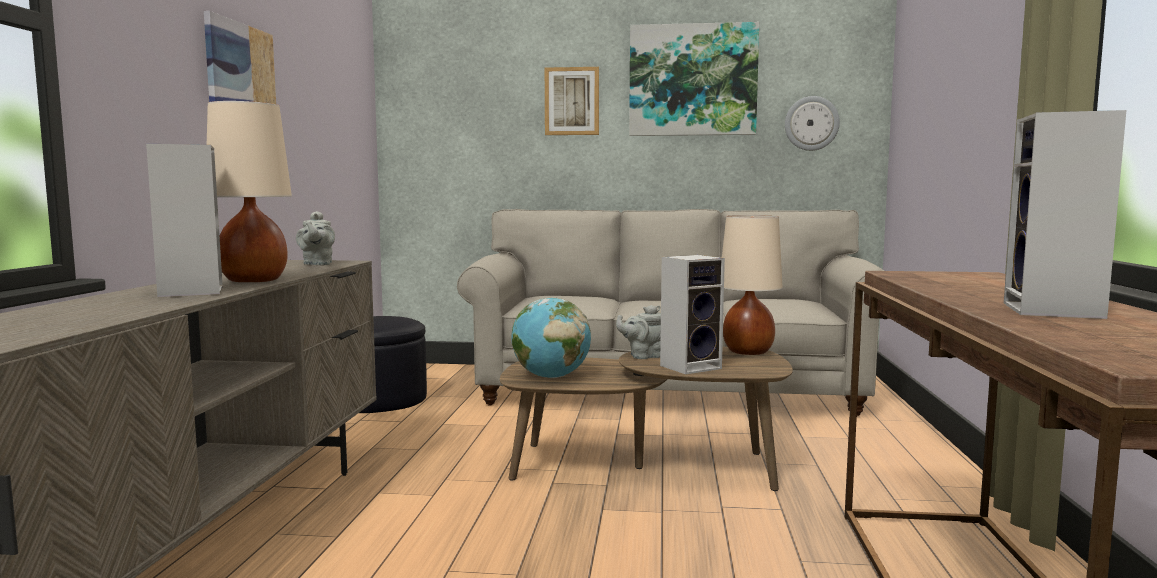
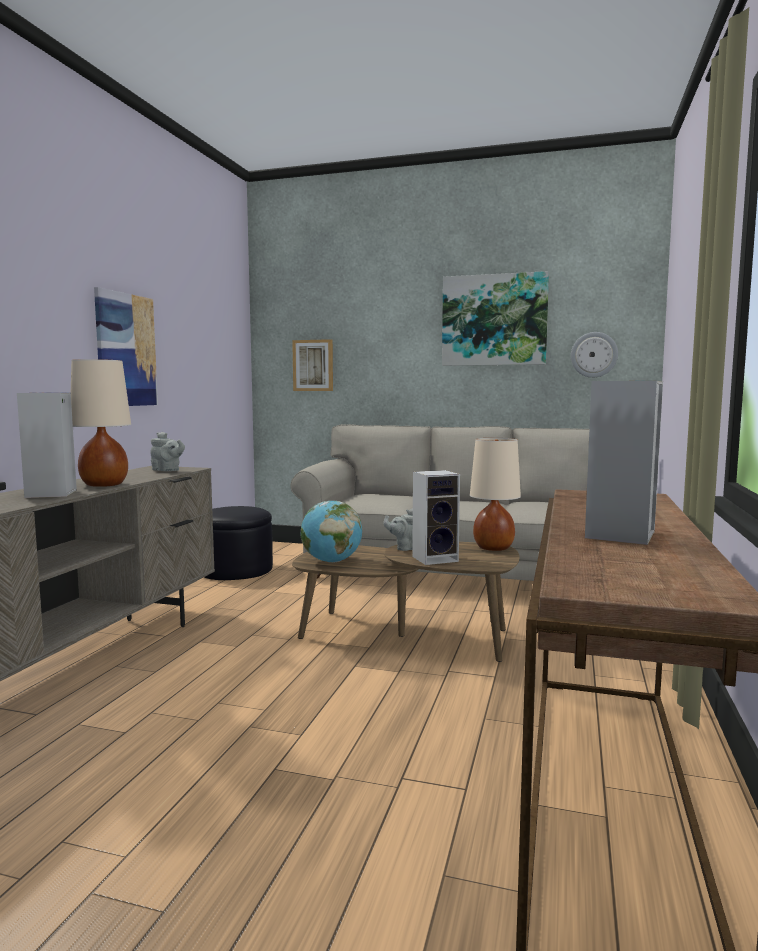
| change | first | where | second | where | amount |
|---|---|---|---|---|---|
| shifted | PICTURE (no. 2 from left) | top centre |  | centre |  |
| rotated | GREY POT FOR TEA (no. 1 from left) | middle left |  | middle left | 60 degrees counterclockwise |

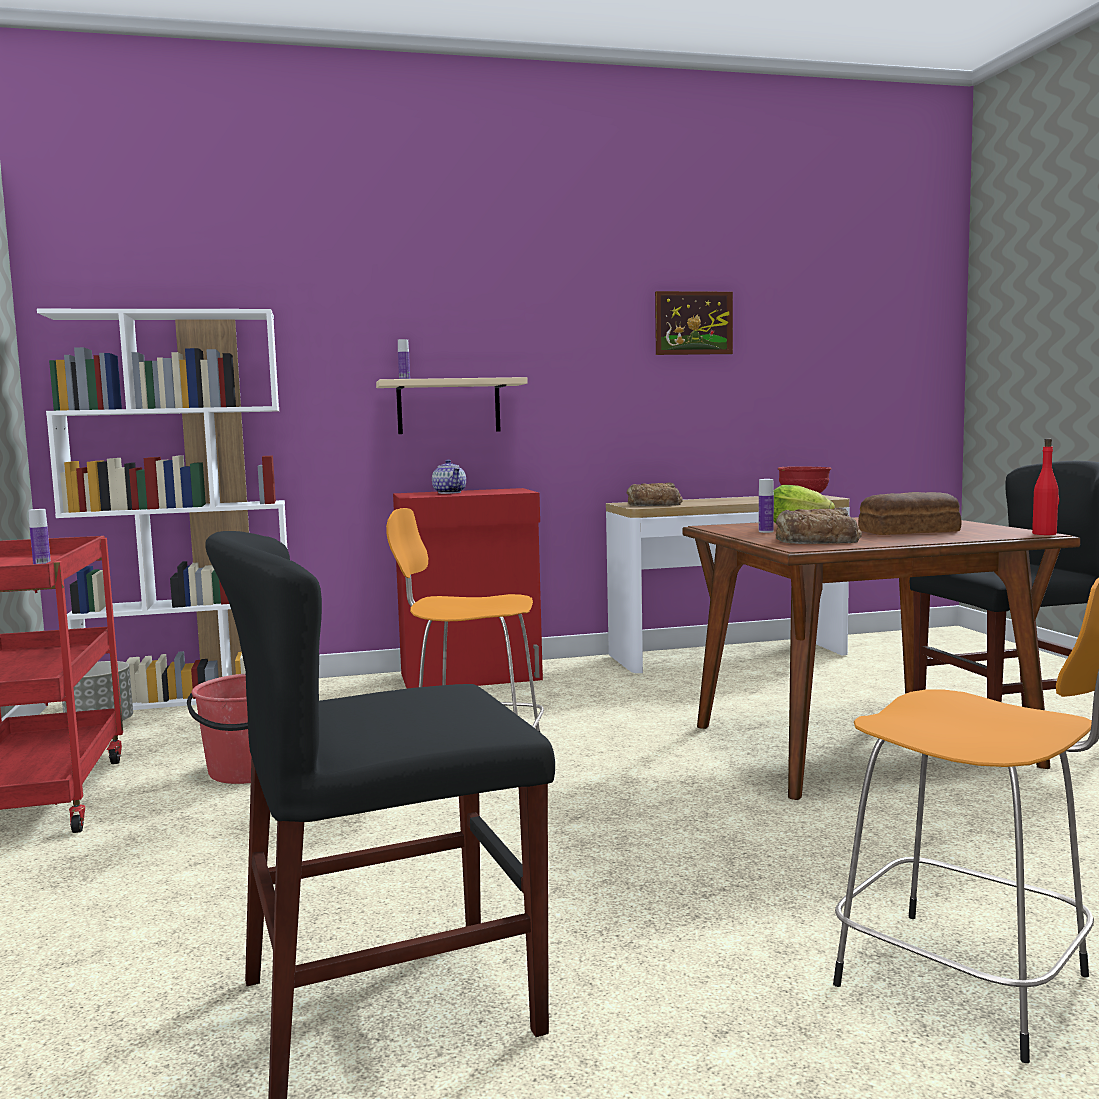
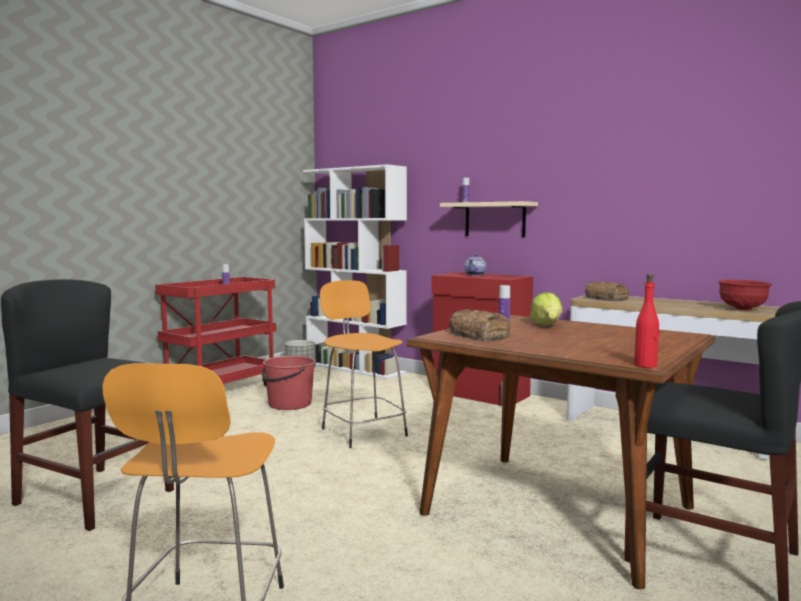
| change | first | where | second | where | amount |
|---|---|---|---|---|---|
| gone | PICTURE | top centre |  |  |  |
| gone | BAKED BREAD (no. 3 from left) | middle right |  |  |  |

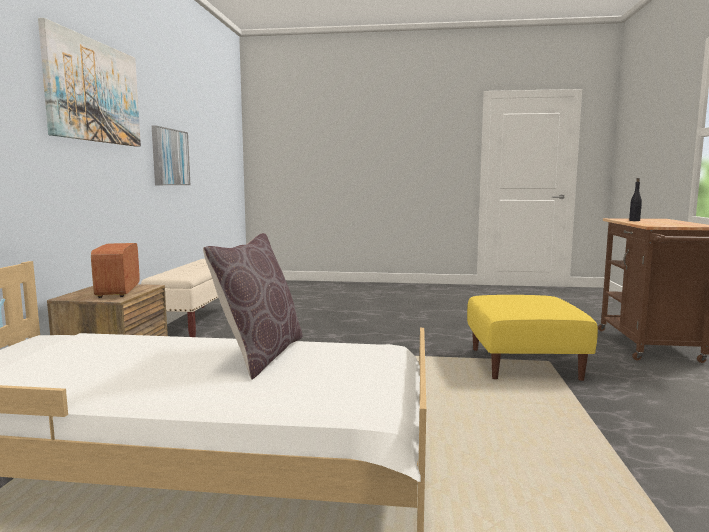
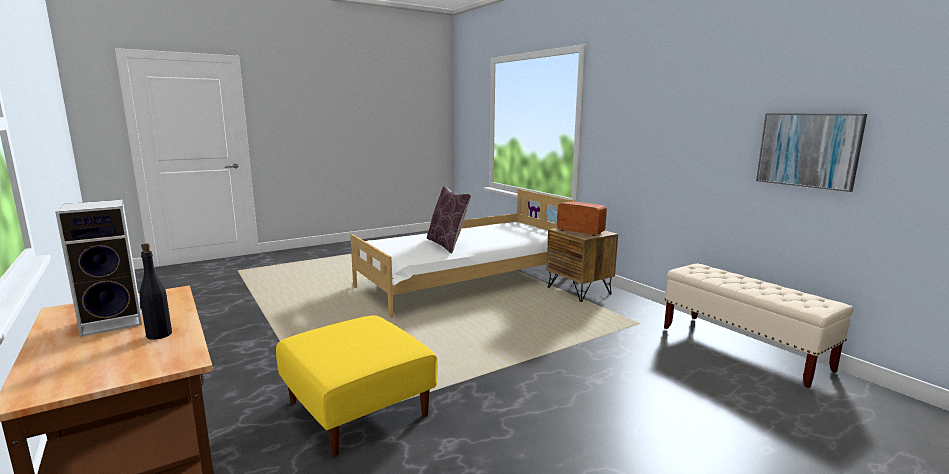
| change | first | where | second | where | amount |
|---|---|---|---|---|---|
| gone | PICTURE (no. 1 from left) | top left |  |  |  |
| new |  |  | AUDIO SPEAKER | middle left |  |

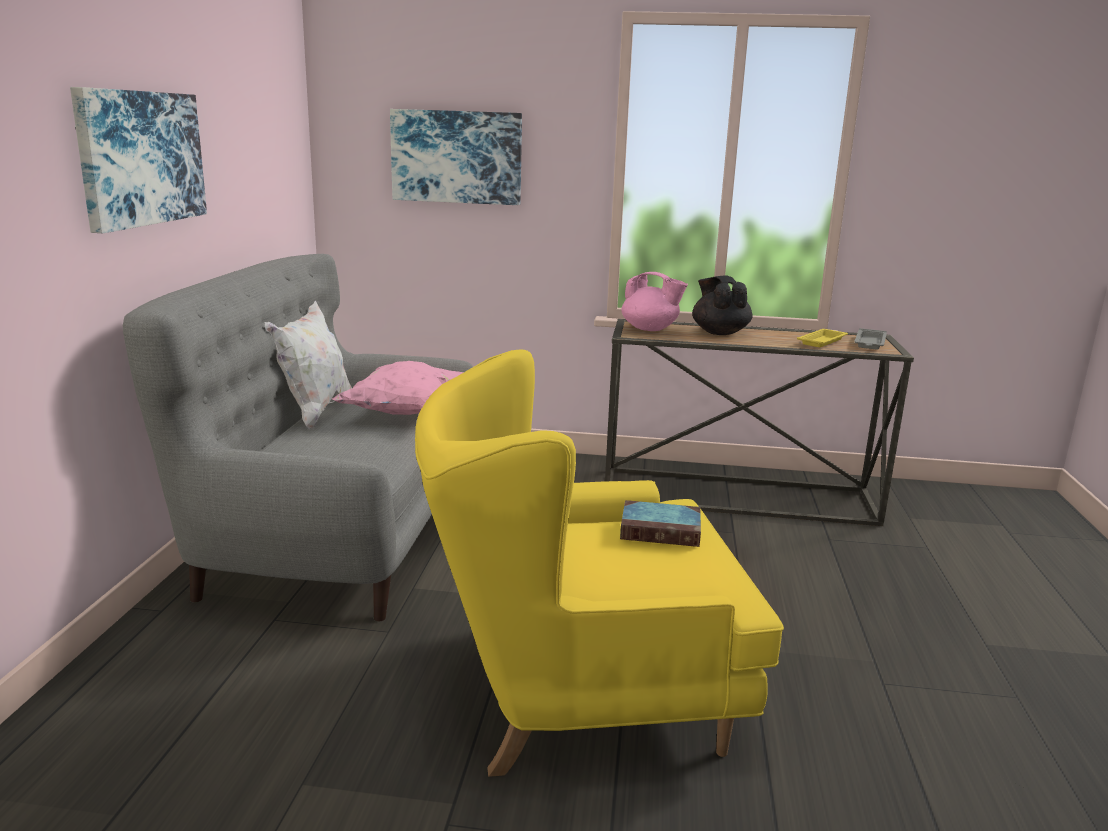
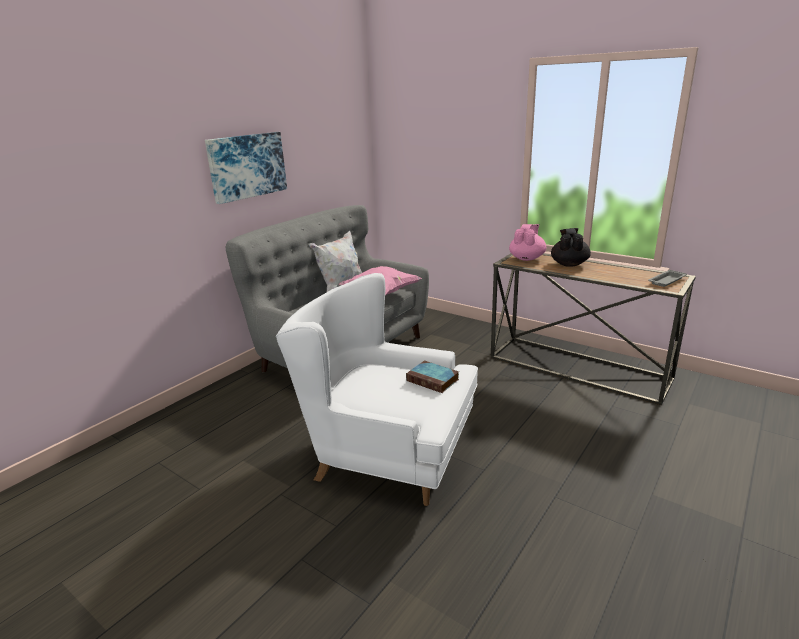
| change | first | where | second | where | amount |
|---|---|---|---|---|---|
| gone | PICTURE (no. 2 from left) | top centre |  |  |  |
| rotated | PINKISH POT FOR TEA | centre |  | centre | 120 degrees counterclockwise |
| gone | YELLOW SERVING TRAY | middle right |  |  |  |
| repainted | YELLOW LOUNGE CHAIR | bottom centre | WHITE LOUNGE CHAIR | centre |  |

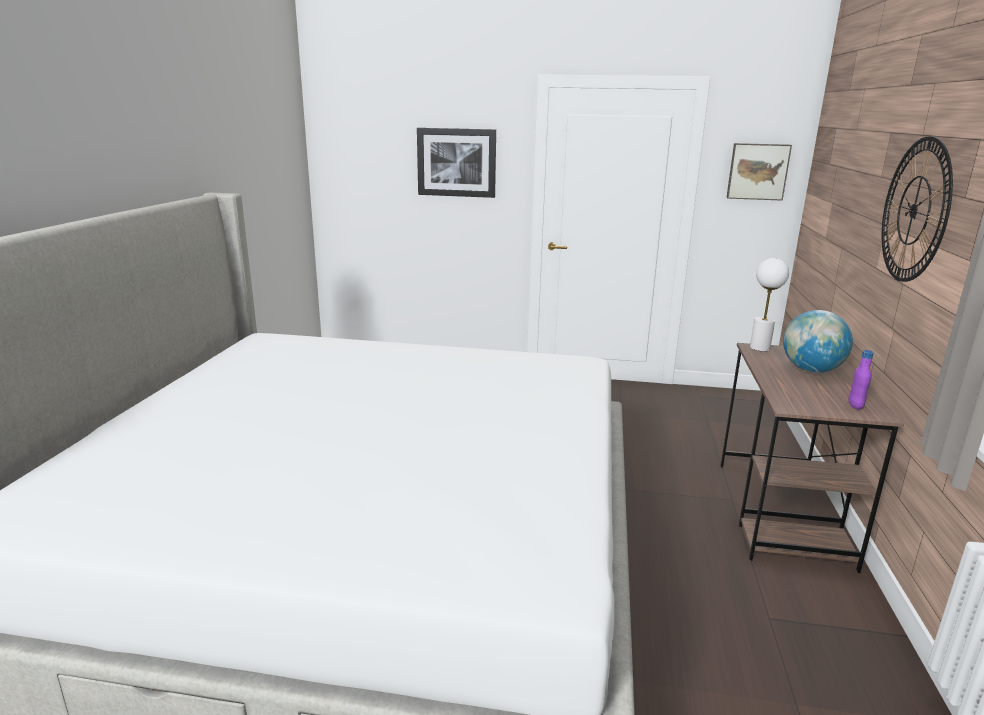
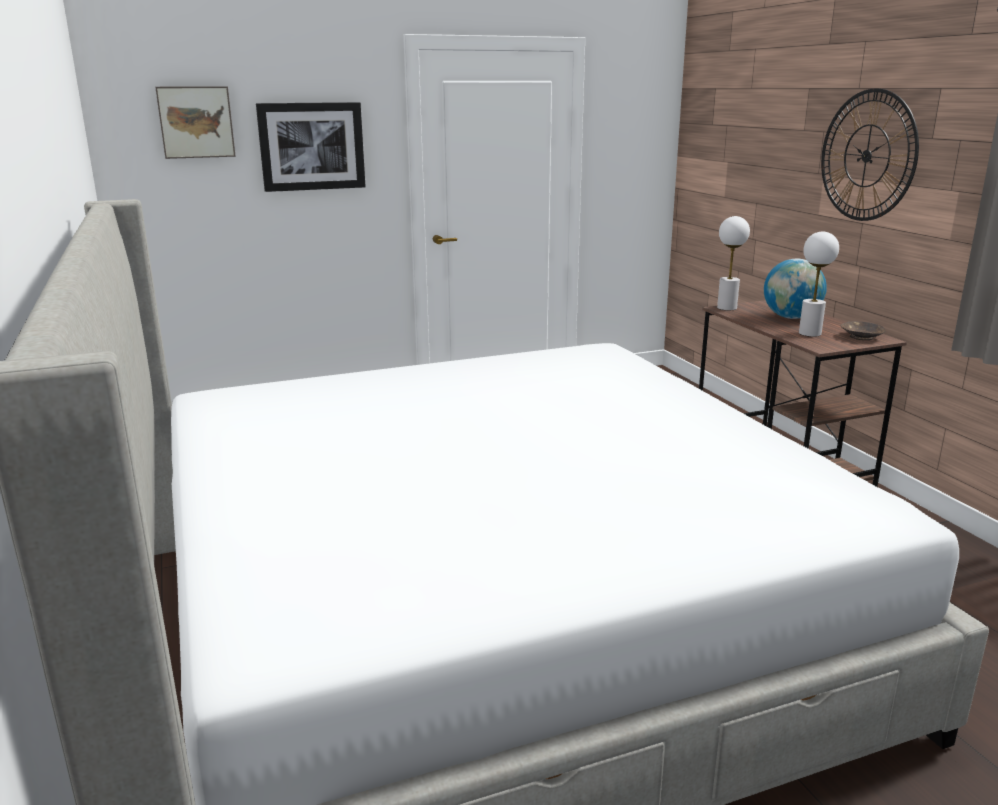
| change | first | where | second | where | amount |
|---|---|---|---|---|---|
| shifted | PICTURE (no. 2 from left in the first image) | top right | PICTURE (no. 1 from left) | top left |  |
| swapped | PURPLE-COLOURED BEVERAGE BOTTLE | middle right | BROWN SERVING BOWL | middle right |  |
| new |  |  | WHITE TABLETOP LAMP (no. 2 from left) | middle right |  |

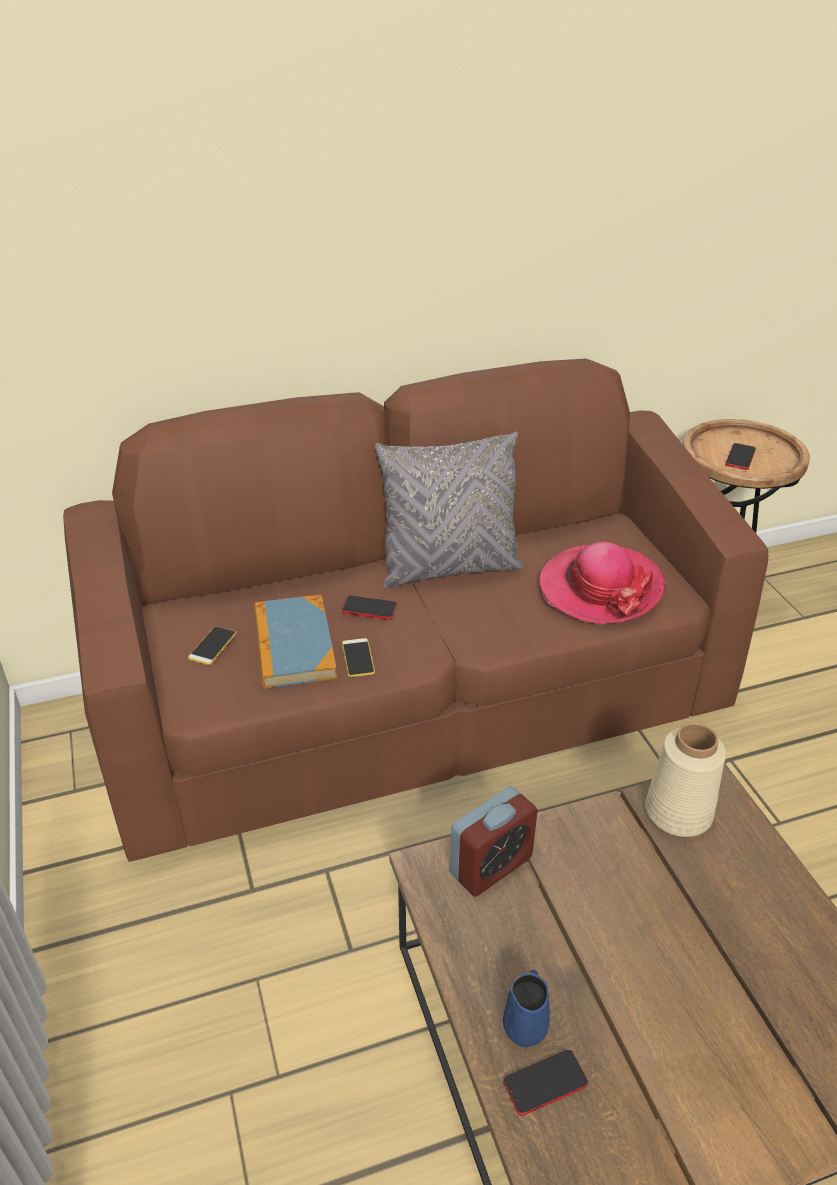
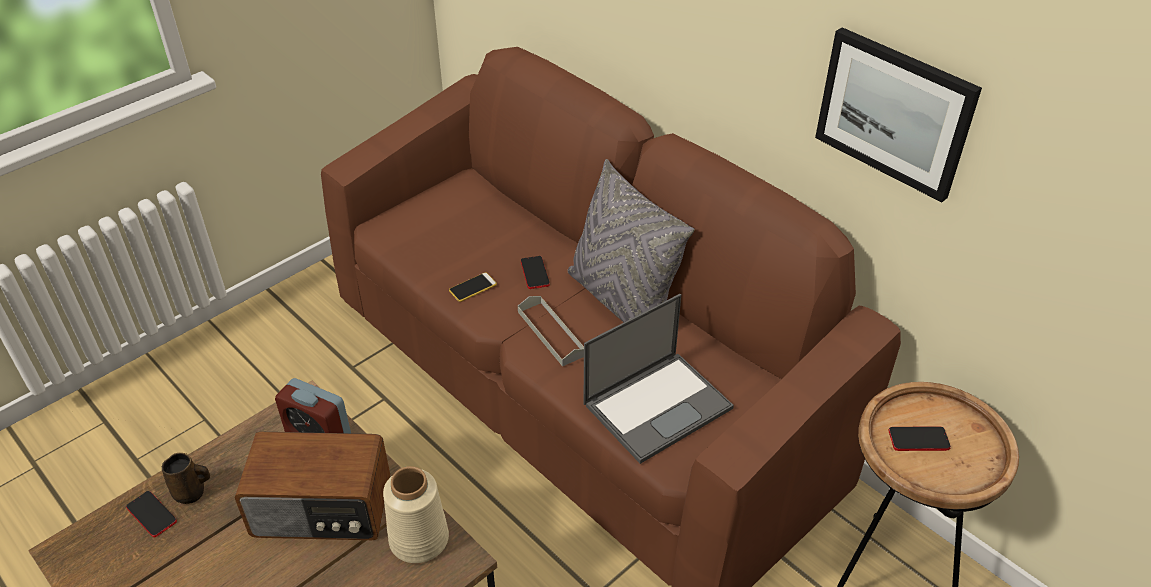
| change | first | where | second | where | amount |
|---|---|---|---|---|---|
| swapped | CLOTHING HAT | middle right | NOTEBOOK COMPUTER | centre |  |
| gone | VOLUME | centre |  |  |  |
| gone | HANDSET (no. 1 from left) | middle left |  |  |  |
| repainted | BLUE TEA MUG | bottom centre | BROWN TEA MUG | bottom left |  |
| new |  |  | PICTURE | top right |  |
| new |  |  | GREY SERVING TRAY | centre |  |
| new |  |  | RADIO RECEIVER | bottom left |  |

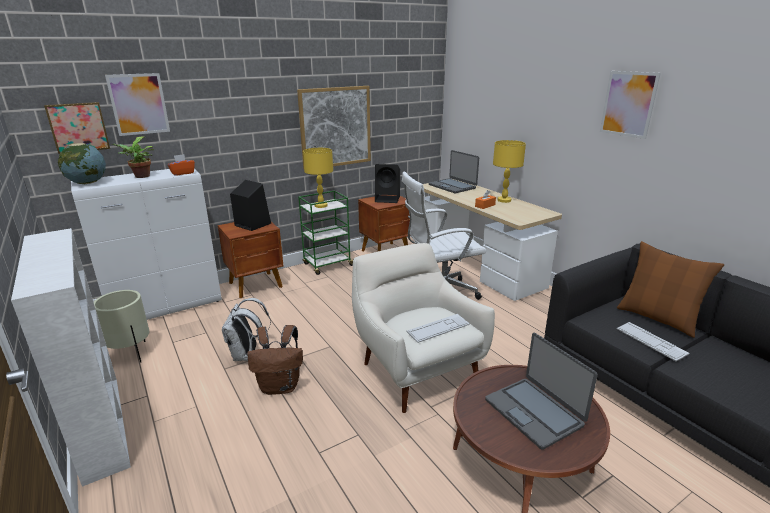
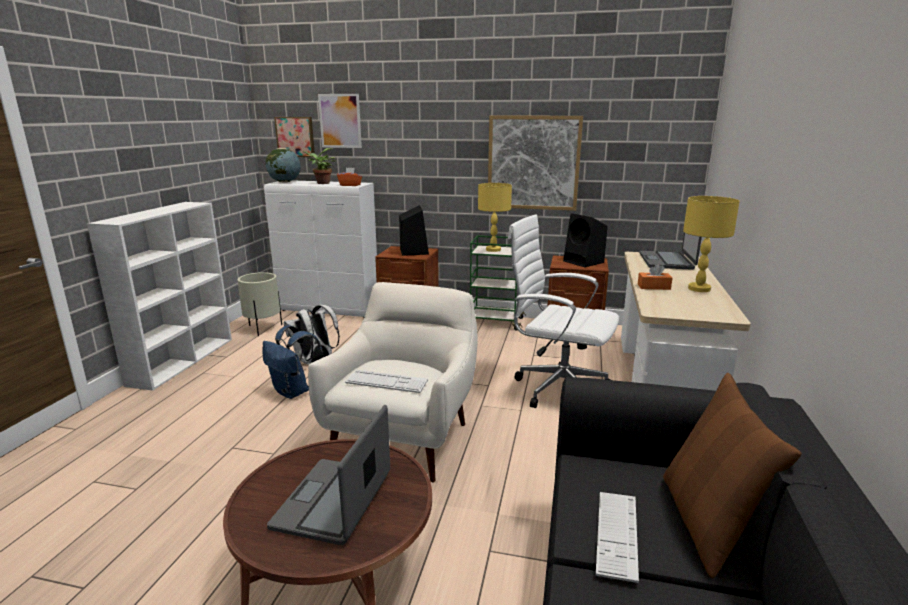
| change | first | where | second | where | amount |
|---|---|---|---|---|---|
| gone | PICTURE (no. 4 from left) | top right |  |  |  |
| repainted | BROWN RUCKSACK | bottom centre | BLUE RUCKSACK | middle left |  |

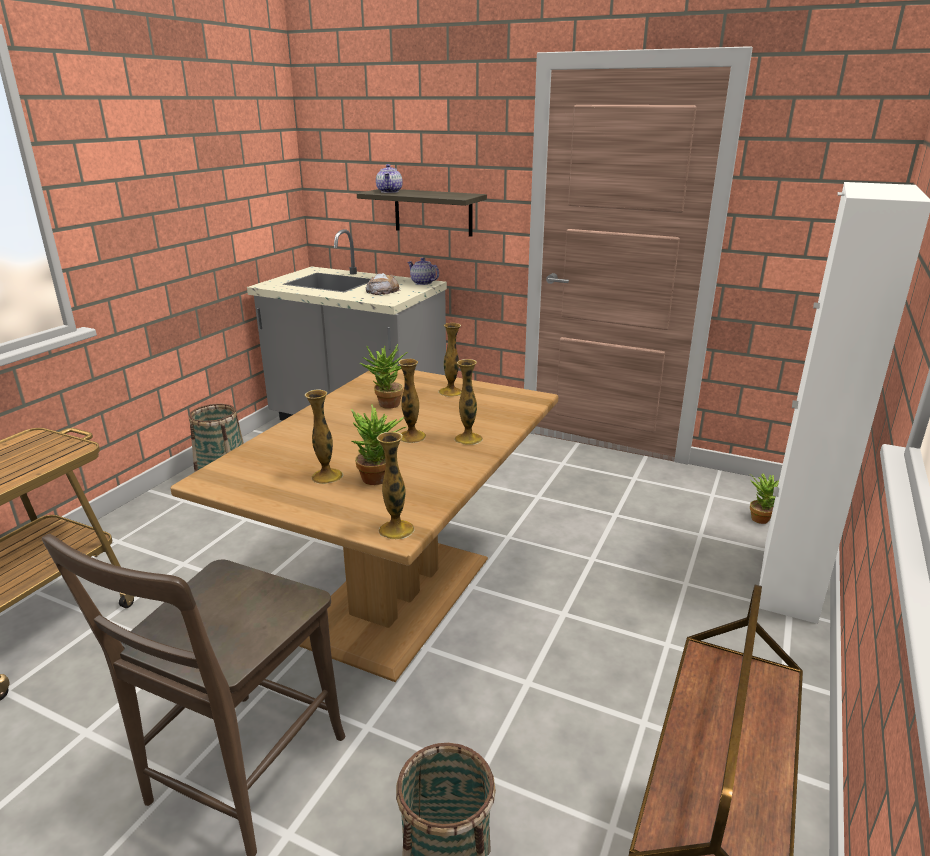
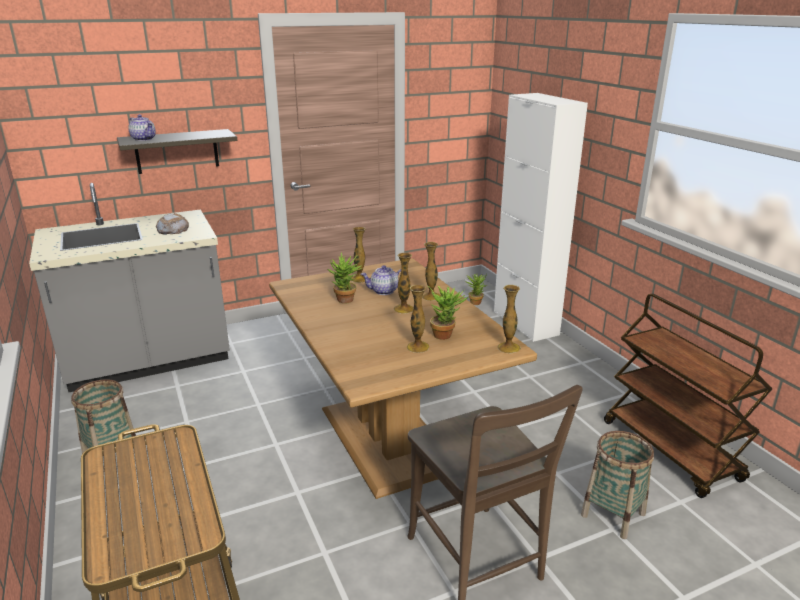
| change | first | where | second | where | amount |
|---|---|---|---|---|---|
| shifted | POT FOR TEA (no. 2 from left) | top centre |  | centre |  |

